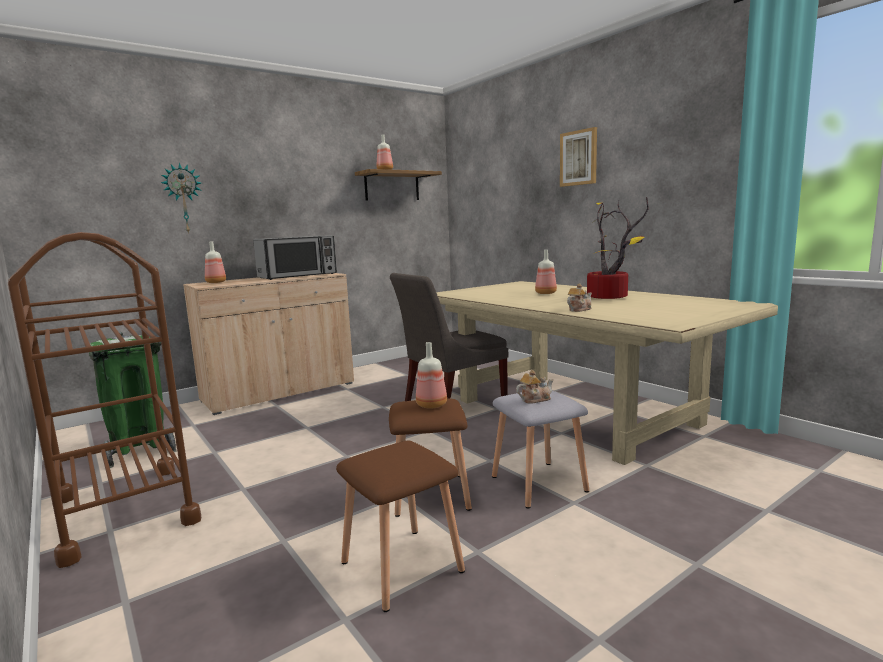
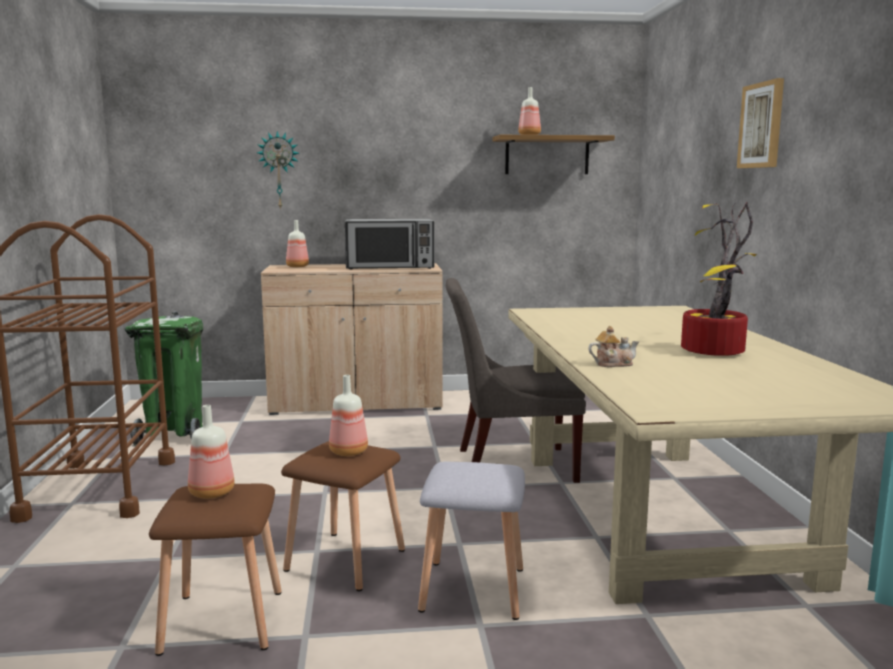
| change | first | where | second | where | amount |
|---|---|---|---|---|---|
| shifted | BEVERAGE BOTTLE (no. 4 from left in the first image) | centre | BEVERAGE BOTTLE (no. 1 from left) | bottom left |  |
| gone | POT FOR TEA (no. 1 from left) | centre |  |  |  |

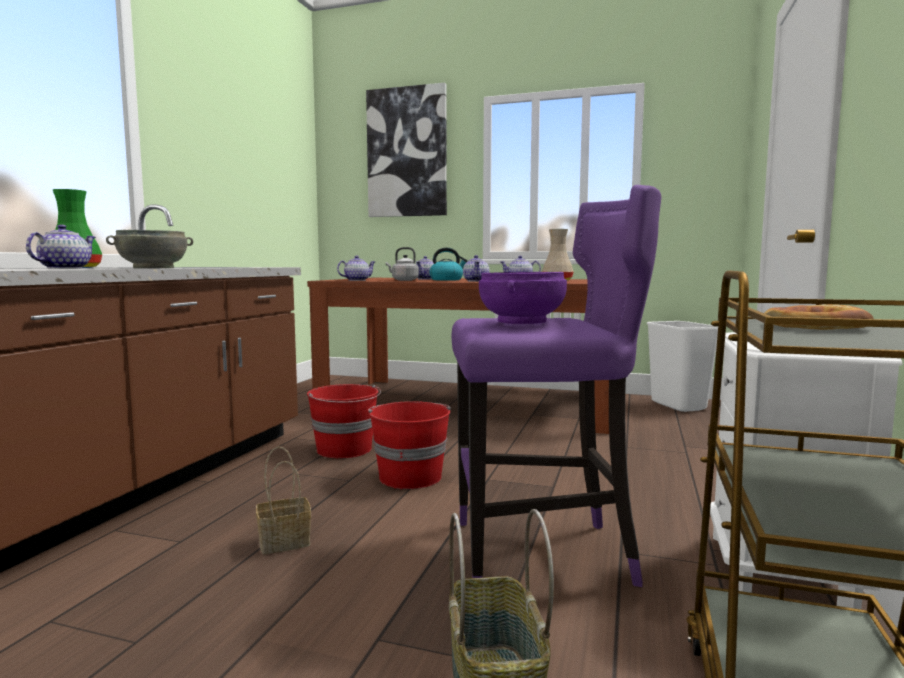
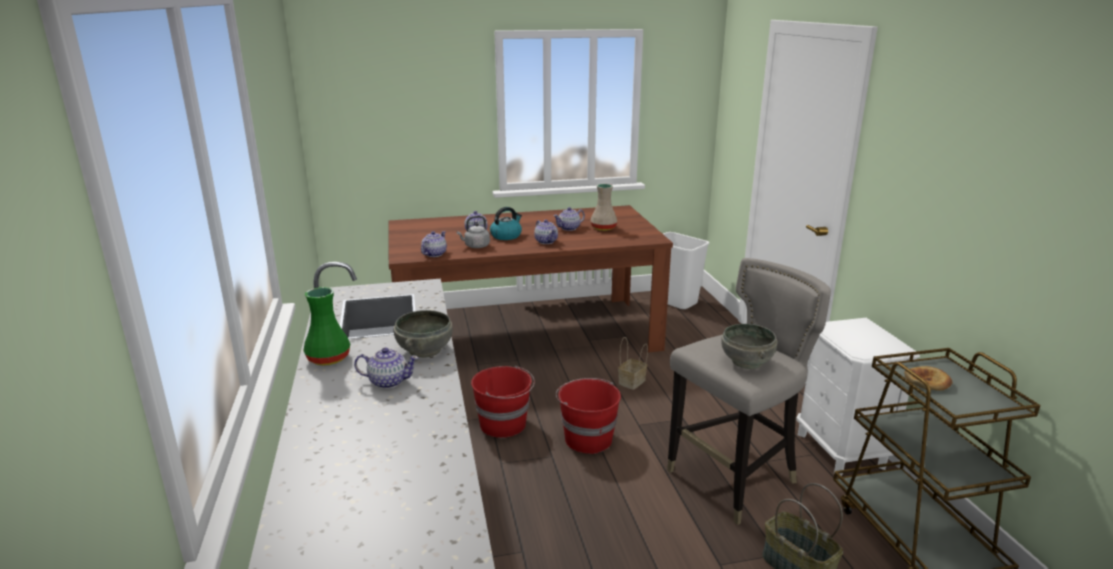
| change | first | where | second | where | amount |
|---|---|---|---|---|---|
| gone | PICTURE | top centre |  |  |  |
| repainted | PURPLE-COLOURED SITTING STOOL | centre | GREY SITTING STOOL | bottom right |  |
| rotated | POT FOR TEA (no. 1 from left) | middle left |  | centre | 105 degrees clockwise |
| repainted | PURPLE-COLOURED SERVING BOWL | centre | GREY SERVING BOWL (no. 2 from left) | middle right |  |
| shifted | HOUSEHOLD BASKET (no. 1 from left) | bottom left |  | centre |  |

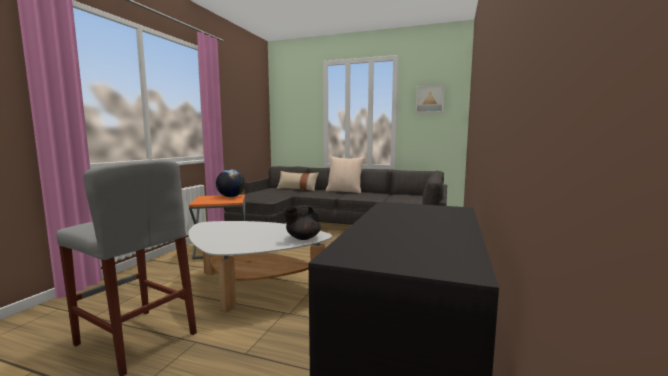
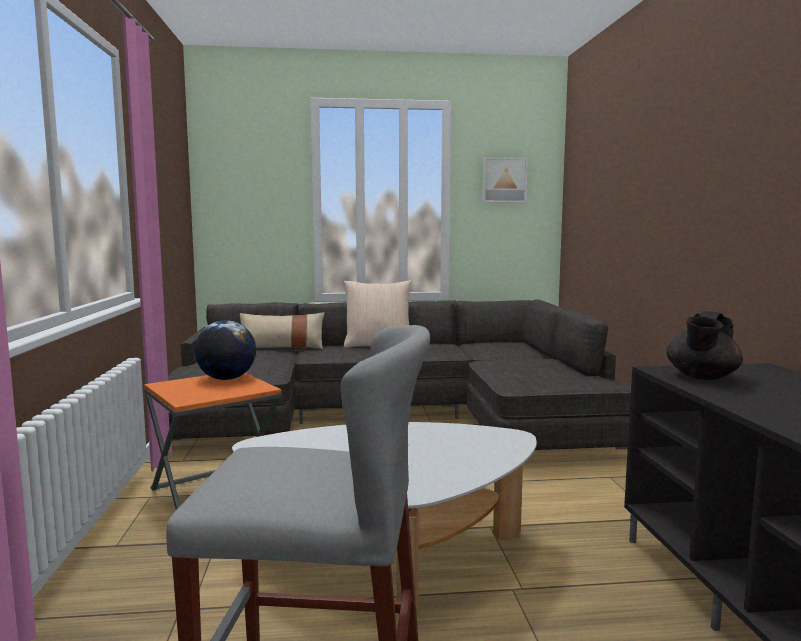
| change | first | where | second | where | amount |
|---|---|---|---|---|---|
| shifted | BLACKISH POT FOR TEA | centre |  | middle right |  |

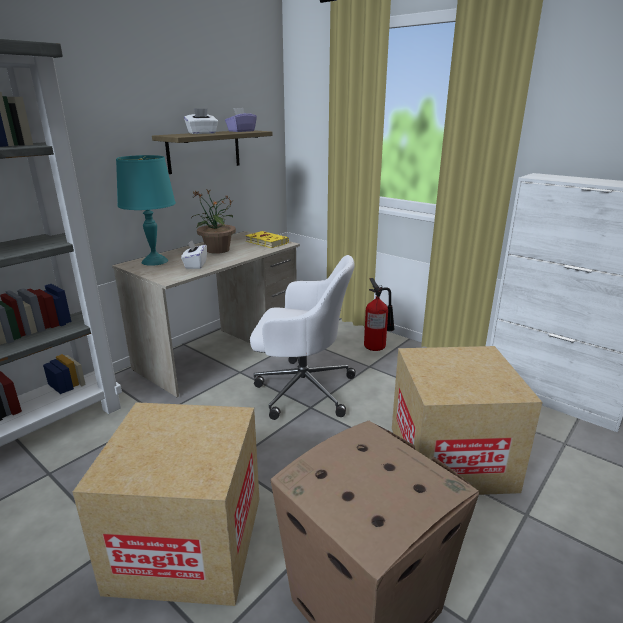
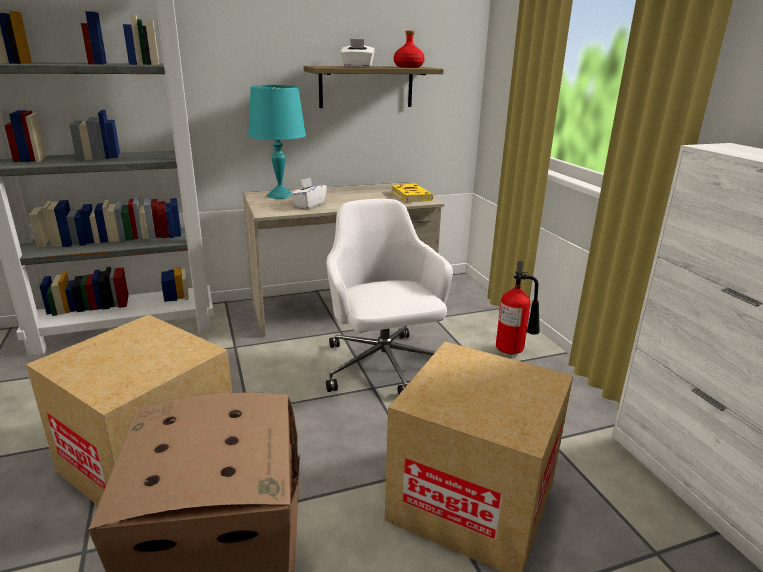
| change | first | where | second | where | amount |
|---|---|---|---|---|---|
| swapped | PURPLE-COLOURED BOX OF TISSUES | top centre | RED BEVERAGE BOTTLE | top centre |  |
| gone | HOUSEPLANT | centre |  |  |  |
| rotated | WHITE OFFICE CHAIR | centre |  | centre | 150 degrees counterclockwise |

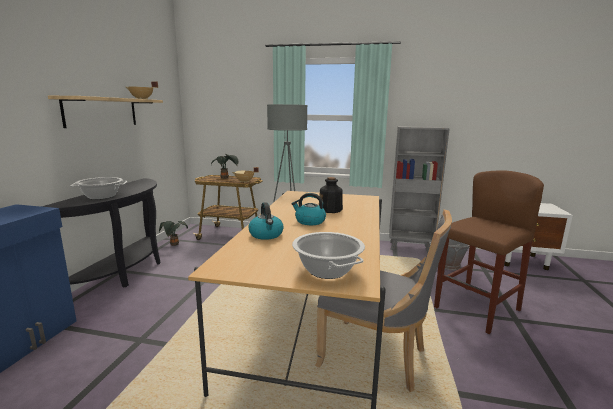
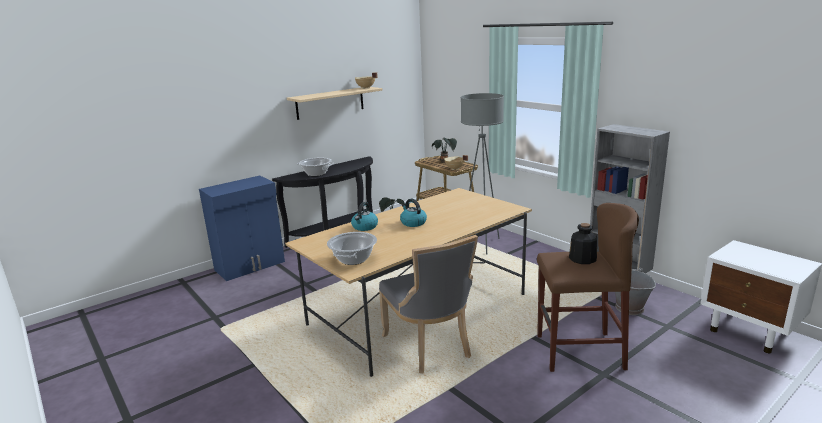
| change | first | where | second | where | amount |
|---|---|---|---|---|---|
| shifted | BEVERAGE BOTTLE | centre |  | middle right |  |

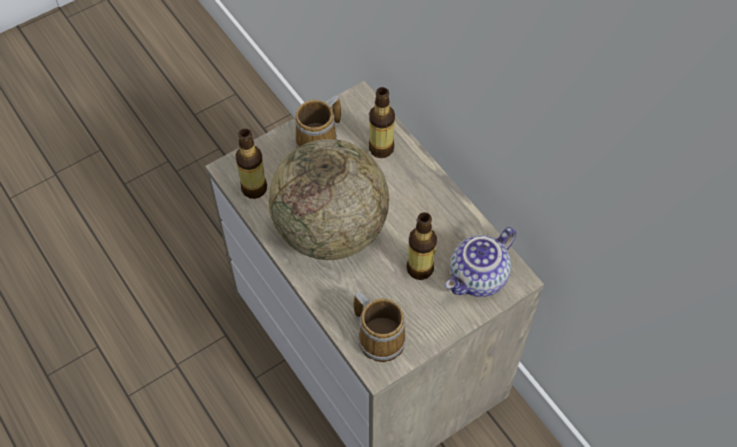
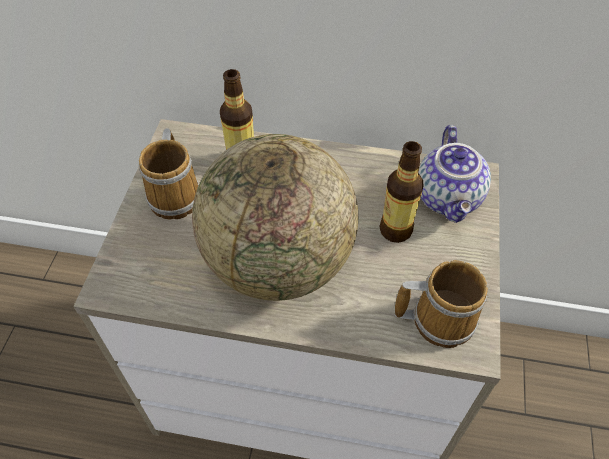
| change | first | where | second | where | amount |
|---|---|---|---|---|---|
| gone | BEVERAGE BOTTLE (no. 1 from left) | centre |  |  |  |

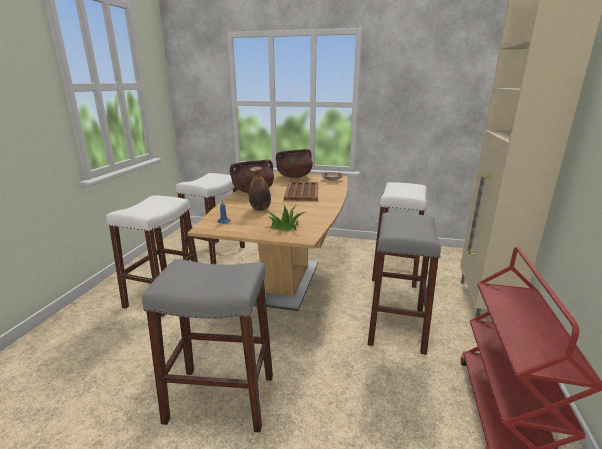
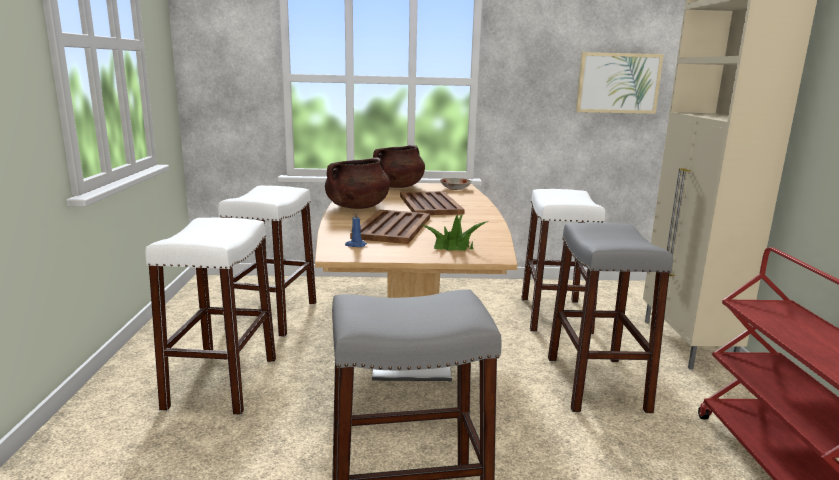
| change | first | where | second | where | amount |
|---|---|---|---|---|---|
| swapped | BEVERAGE BOTTLE | centre | BROWN SERVING TRAY (no. 1 from left) | centre |  |
| new |  |  | PICTURE | top right |  |

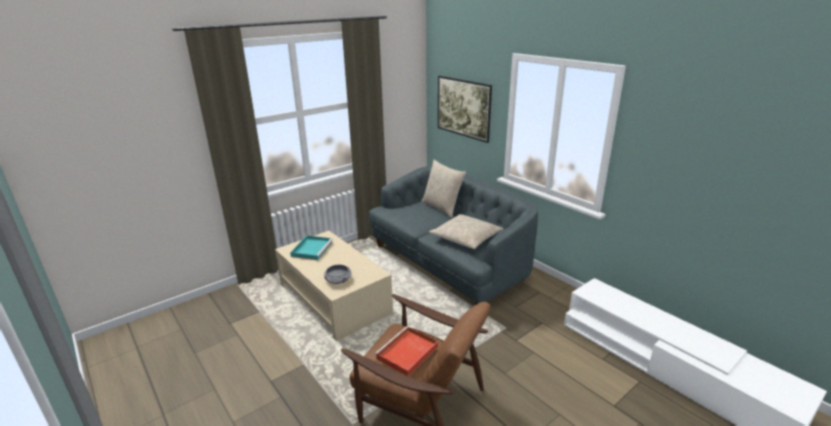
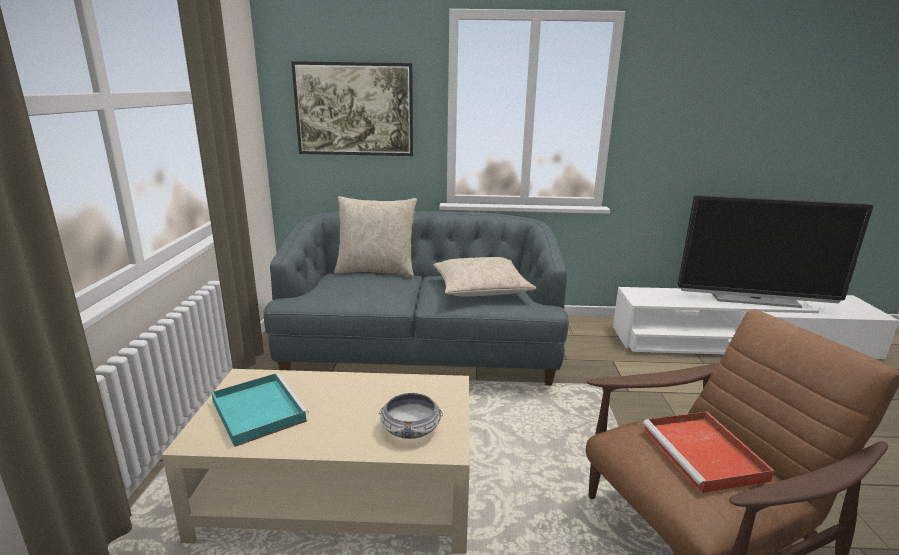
| change | first | where | second | where | amount |
|---|---|---|---|---|---|
| new |  |  | TV | middle right |  |

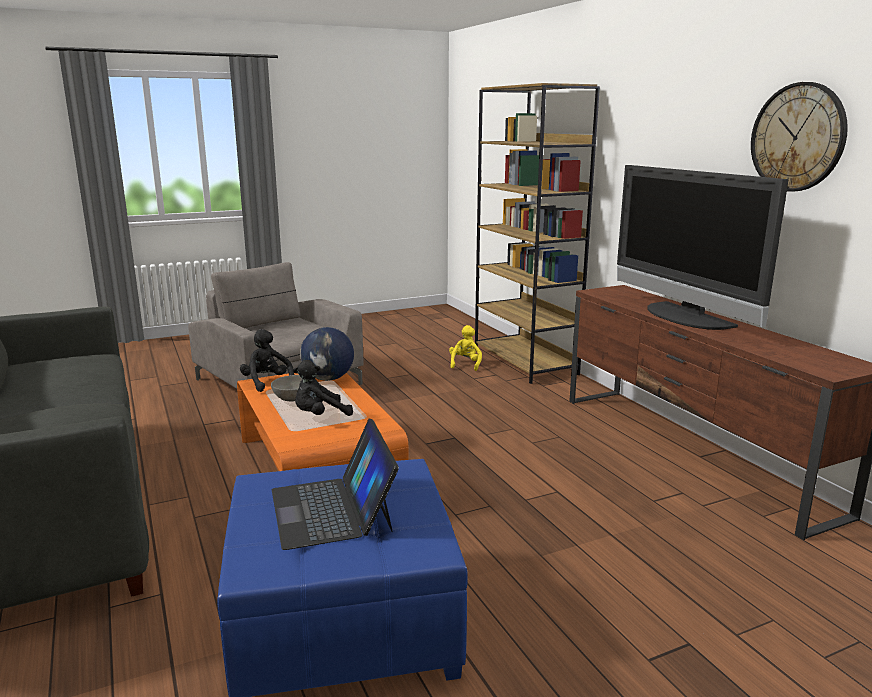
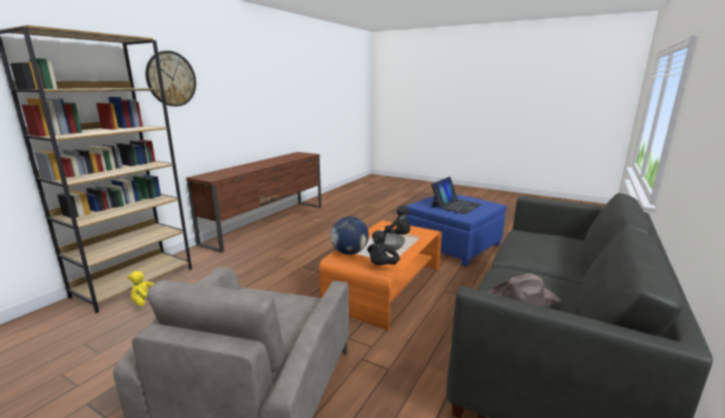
| change | first | where | second | where | amount |
|---|---|---|---|---|---|
| shifted | WALL CLOCK | top right |  | top left |  |
| gone | TV | middle right |  |  |  |
| new |  |  | BROWN CLOTHING HAT | bottom right |  |

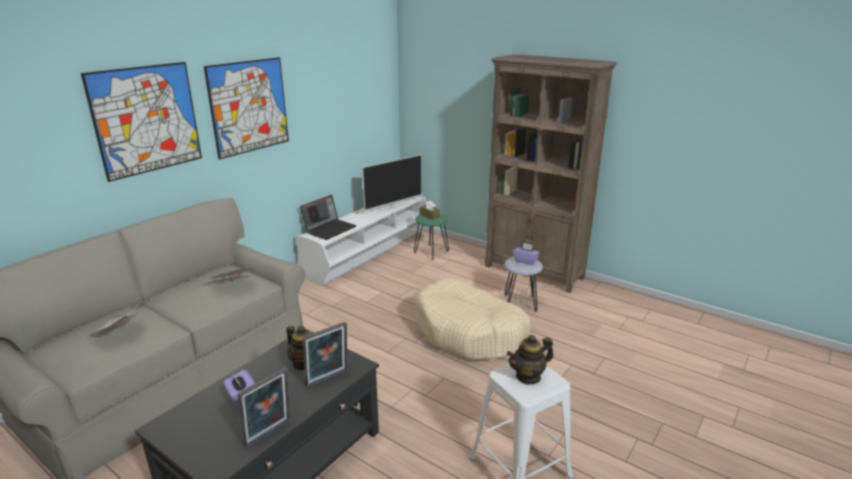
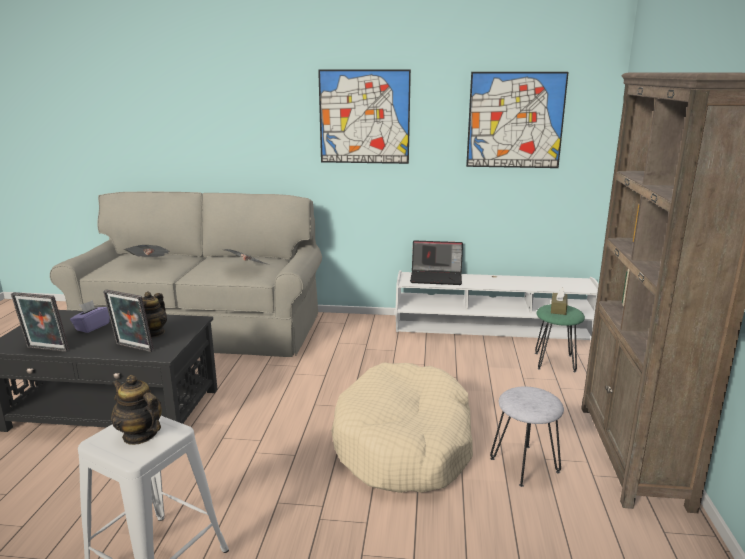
| change | first | where | second | where | amount |
|---|---|---|---|---|---|
| shifted | PICTURE (no. 1 from left in the first image) | top left | PICTURE (no. 2 from left) | top right |  |
| gone | TV | centre |  |  |  |
| gone | PURPLE-COLOURED BOX OF TISSUES (no. 2 from left) | centre |  |  |  |

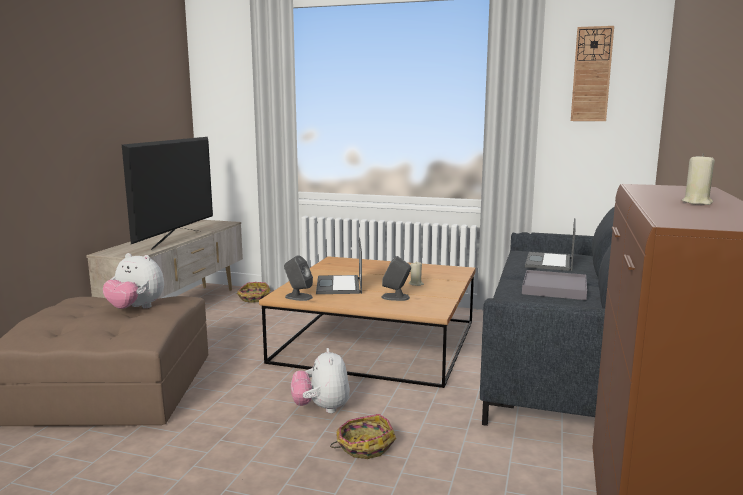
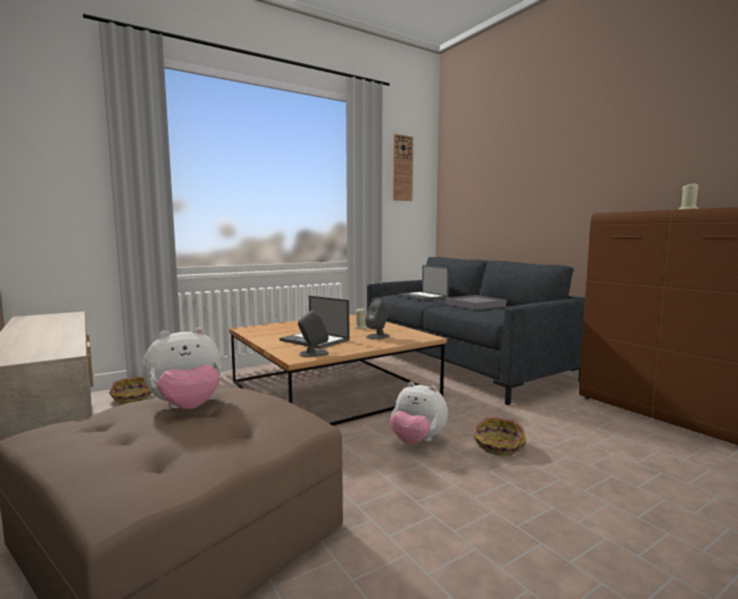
| change | first | where | second | where | amount |
|---|---|---|---|---|---|
| gone | TV | middle left |  |  |  |

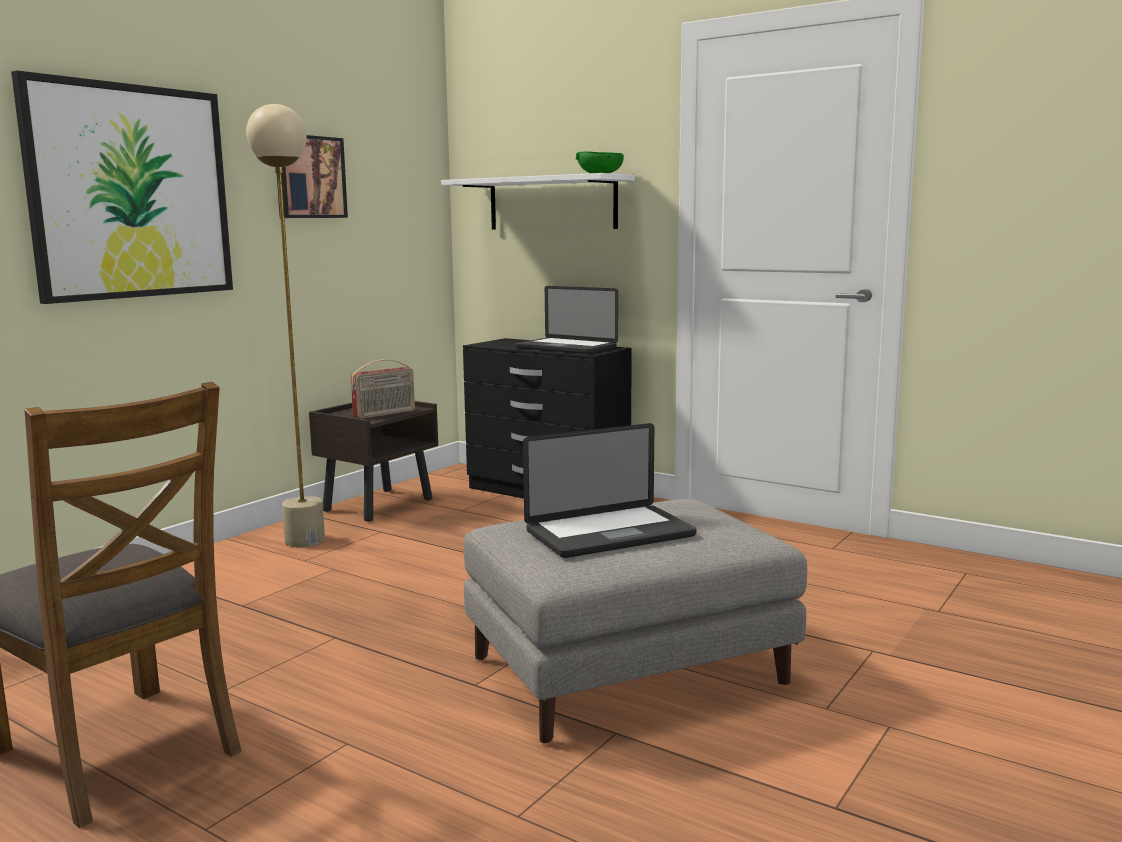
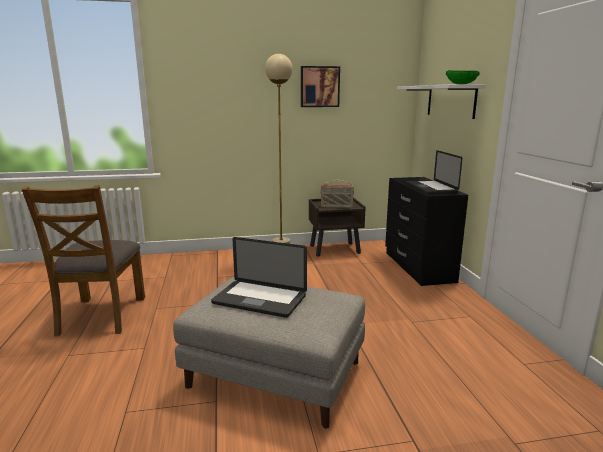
| change | first | where | second | where | amount |
|---|---|---|---|---|---|
| gone | PICTURE (no. 1 from left) | top left |  |  |  |

